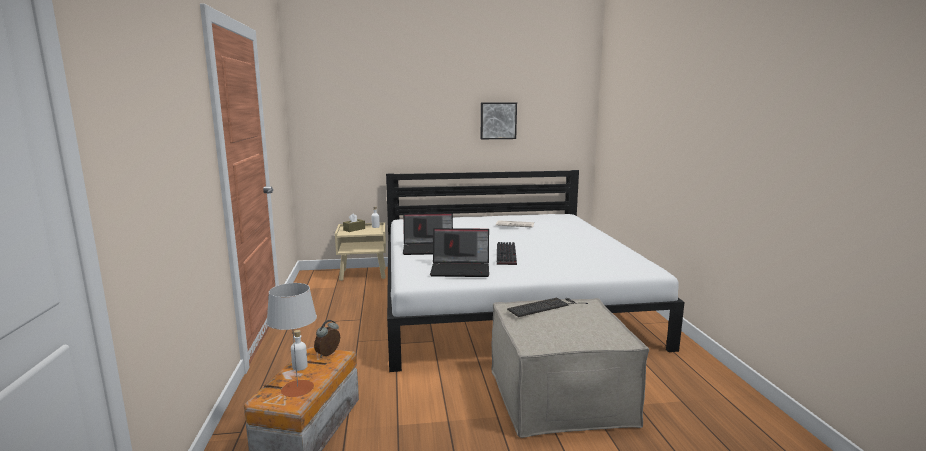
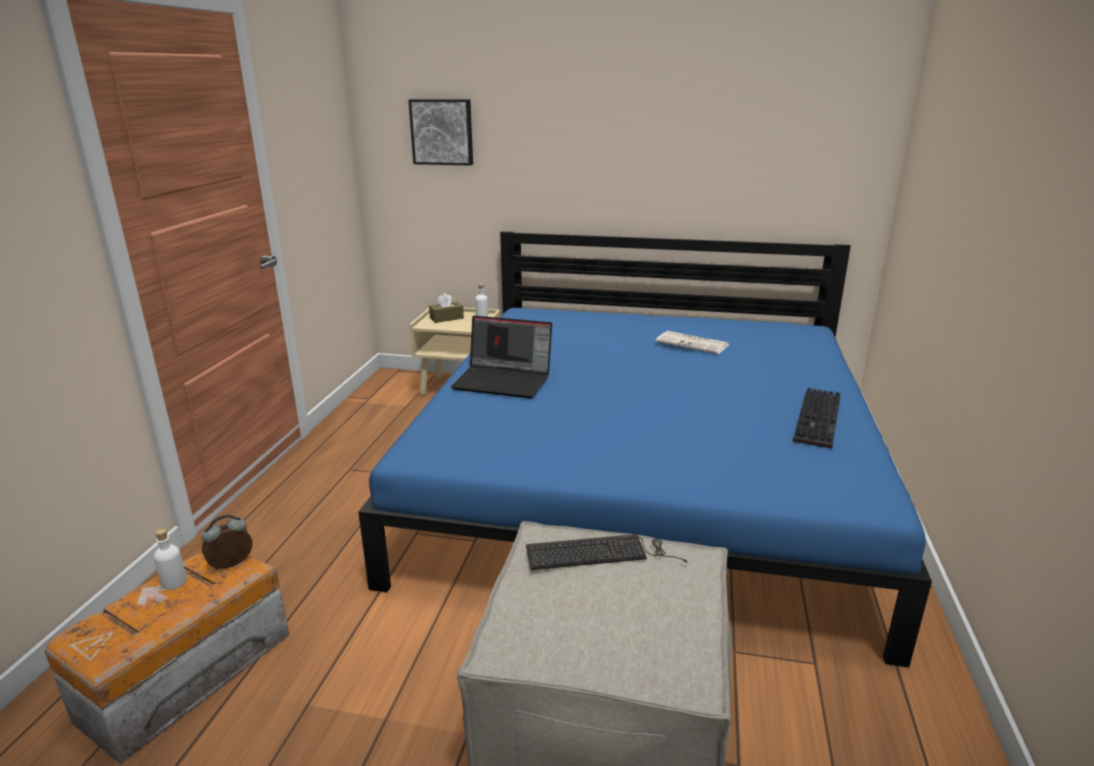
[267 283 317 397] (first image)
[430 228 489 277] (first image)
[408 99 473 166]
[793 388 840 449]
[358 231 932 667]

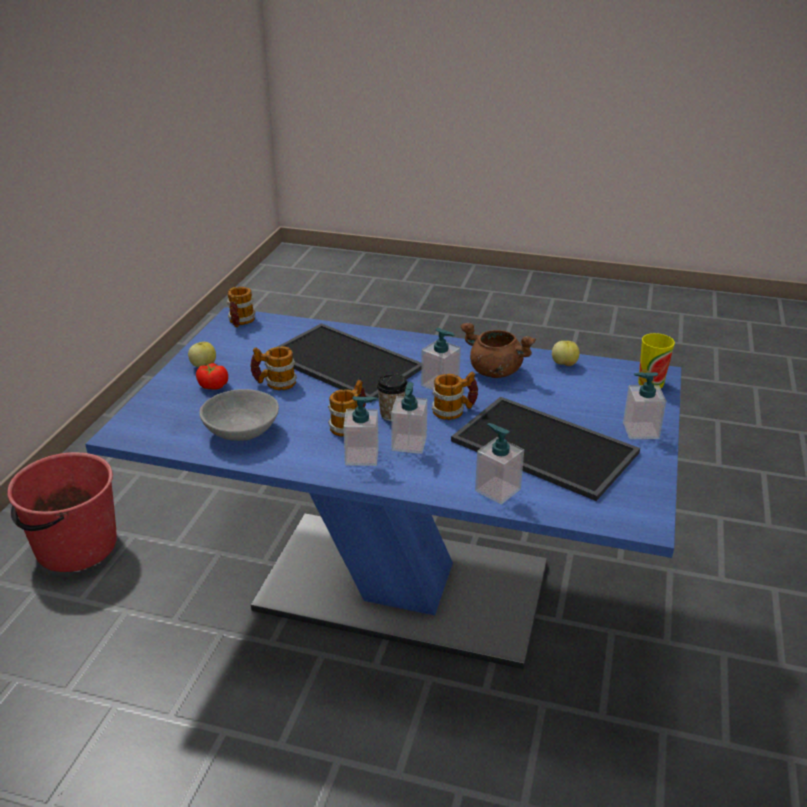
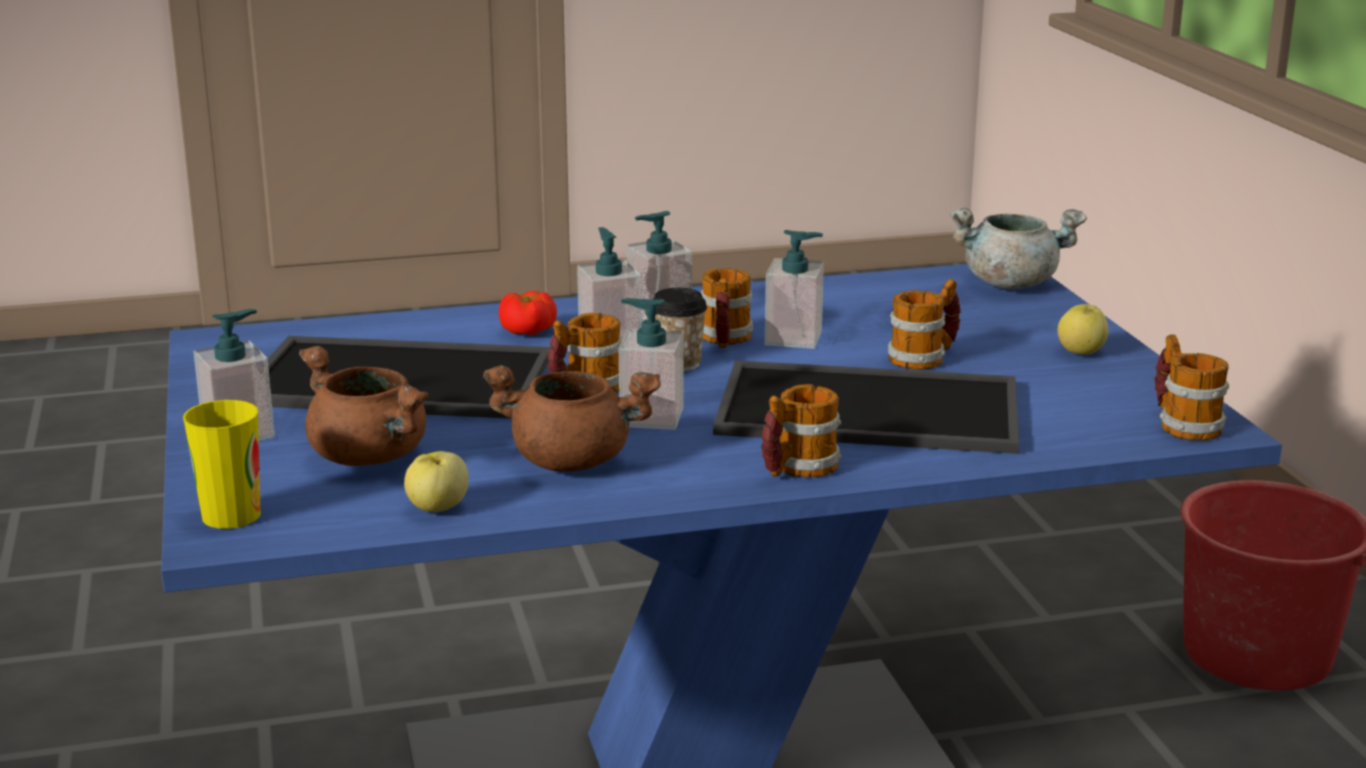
[199 389 279 441] (first image)
[299 346 429 466]
[761 384 841 477]
[950 208 1087 289]
[499 291 557 335]
[765 230 824 349]

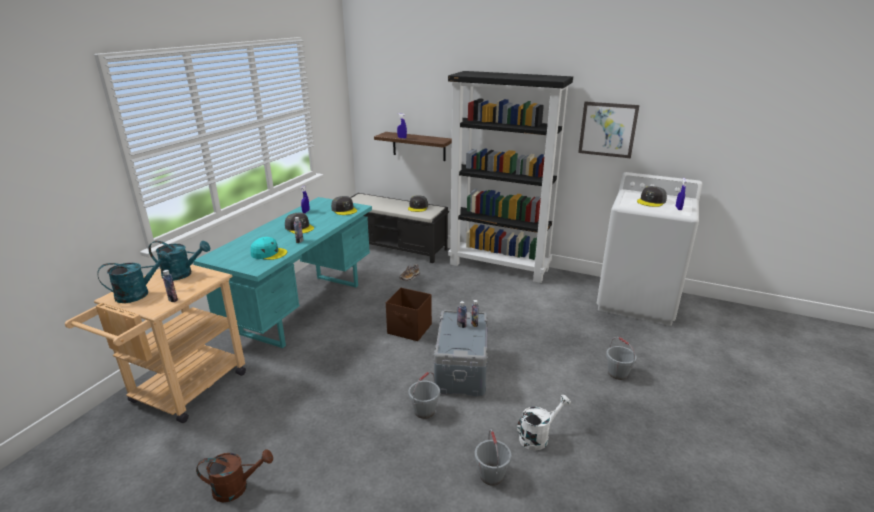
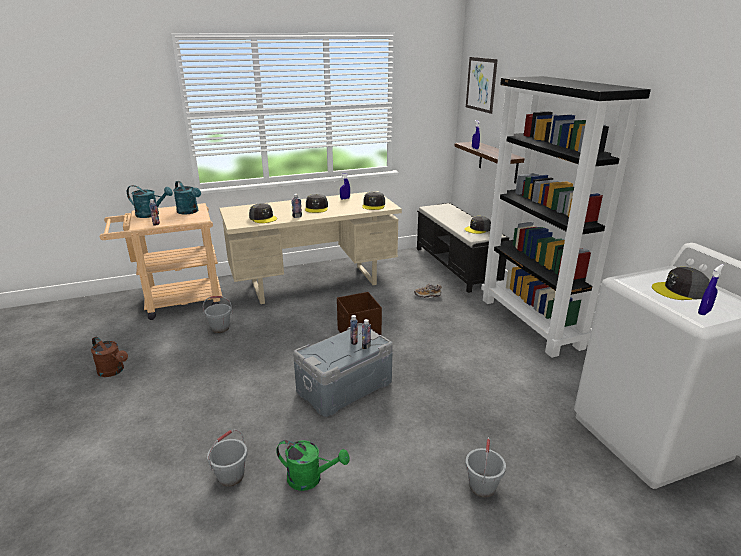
[203 296 233 333]
[466 57 498 114]
[220 191 402 304]
[249 203 277 223]
[276 440 349 491]

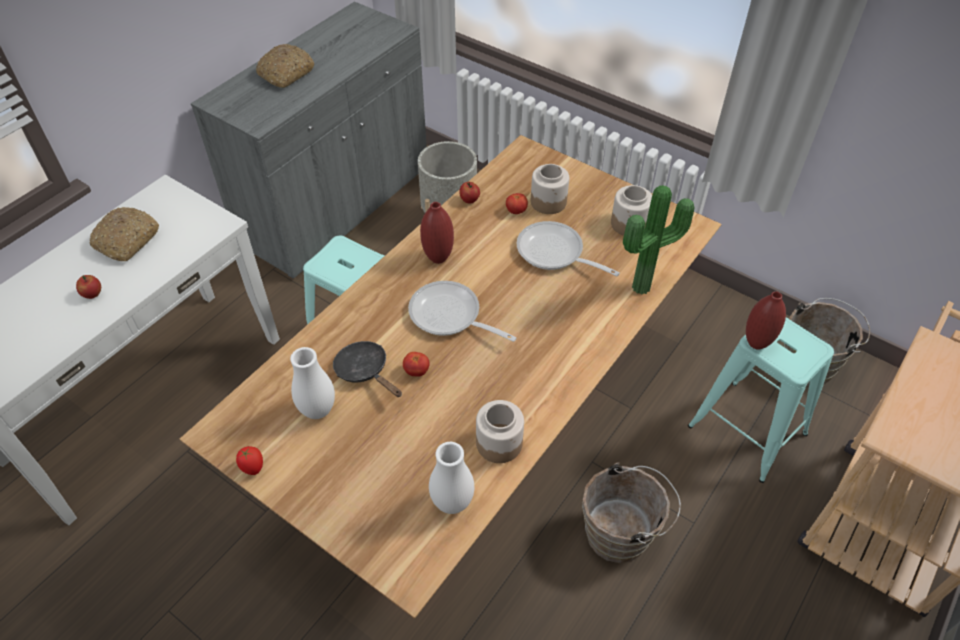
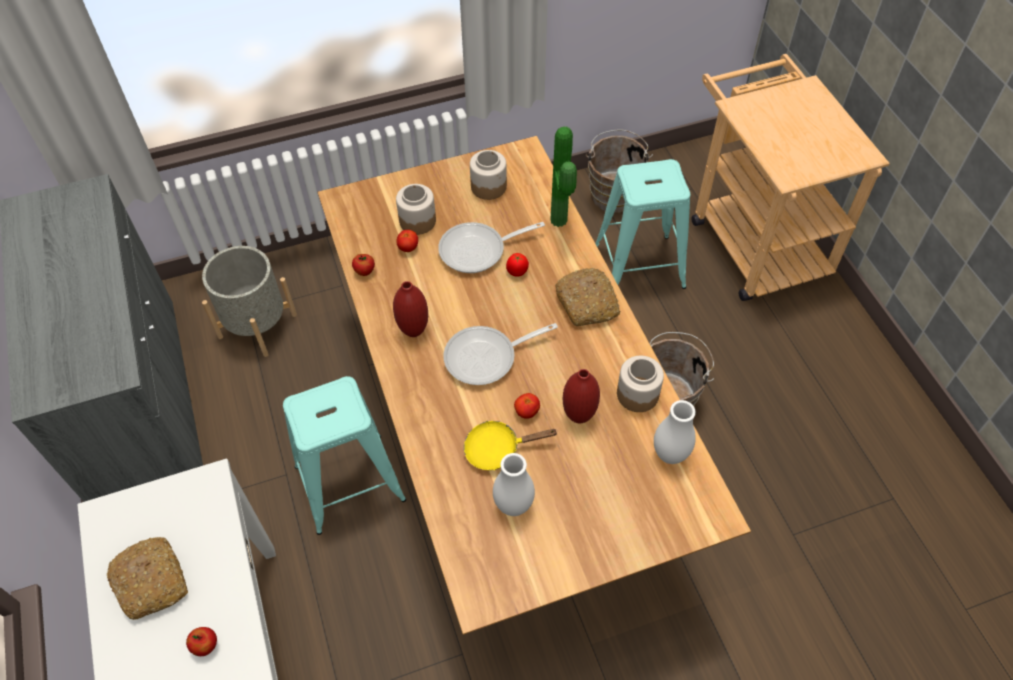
[506 253 529 277]
[555 268 620 326]
[563 369 600 423]
[464 421 558 470]

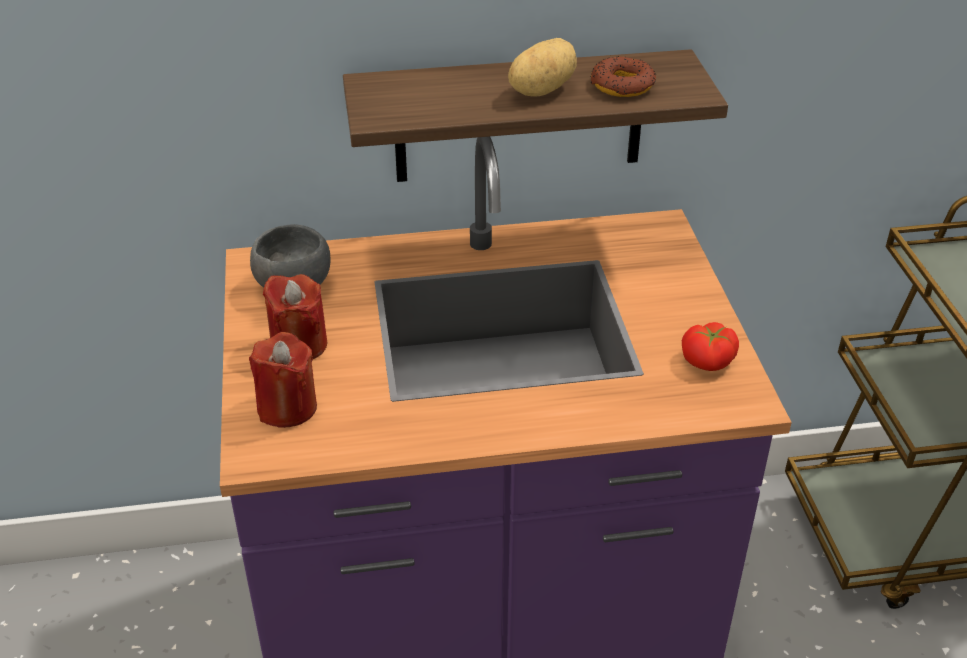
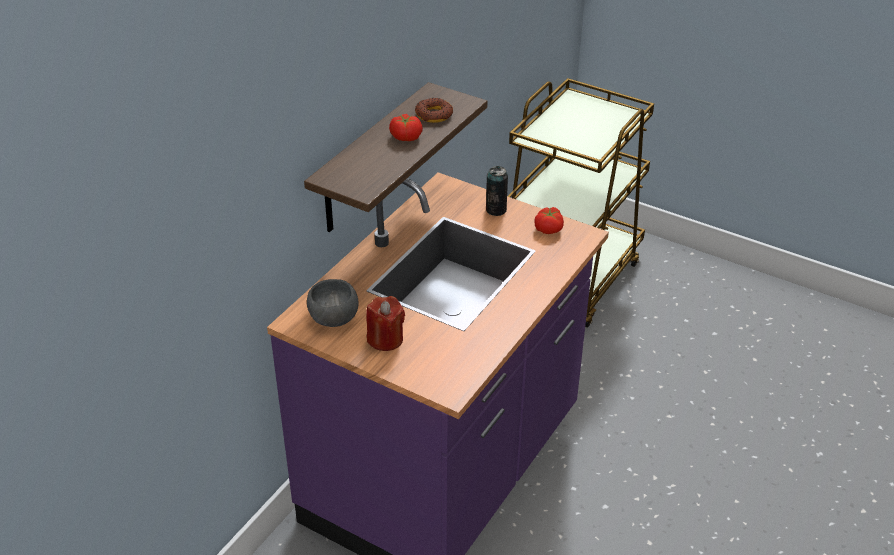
[249 332 317 428] (first image)
[486 166 508 216]
[389 114 423 141]

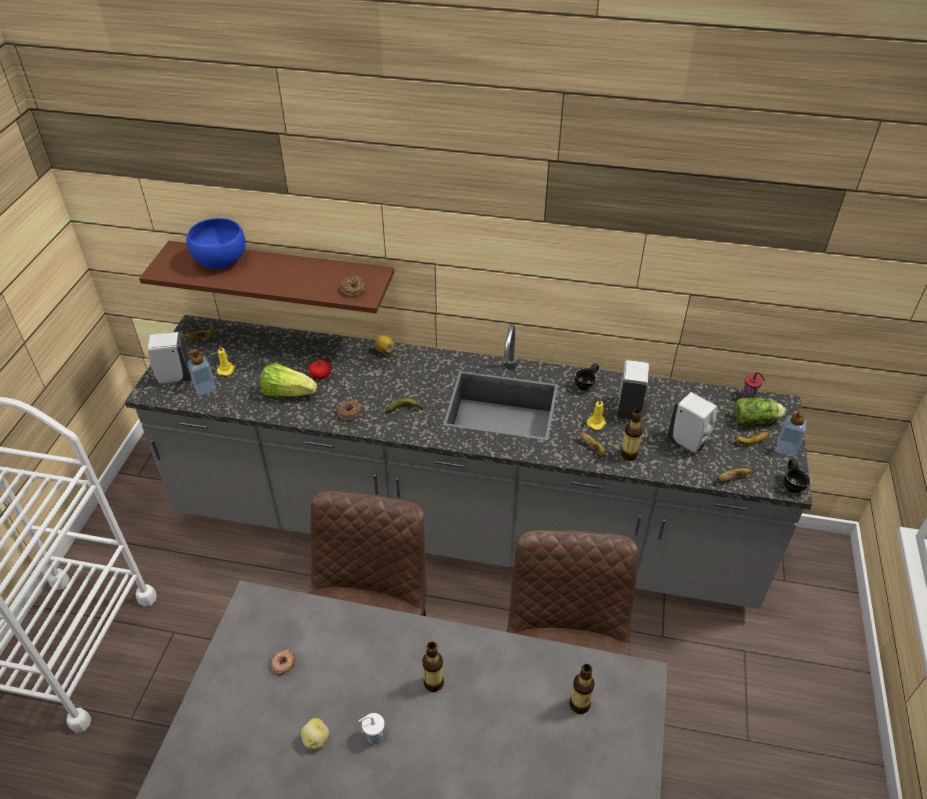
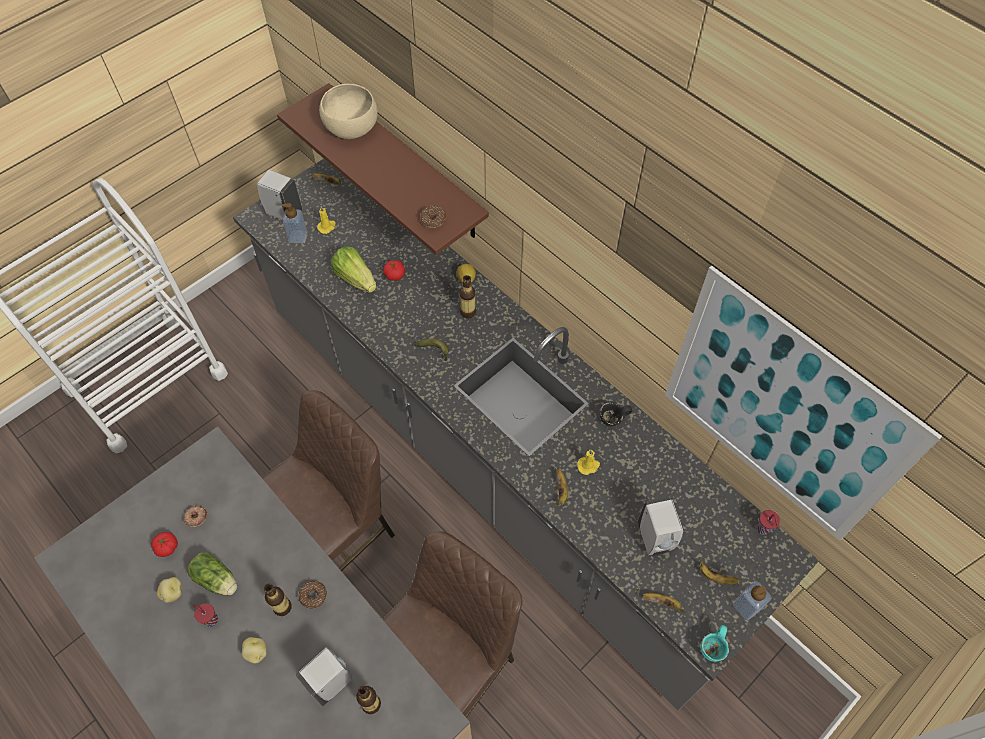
[151 532 178 557]
[242 637 267 664]
[665 265 942 541]
[299 581 327 609]
[296 647 352 707]
[459 275 476 319]
[187 552 237 596]
[319 84 378 139]
[193 603 218 627]
[700 625 729 662]

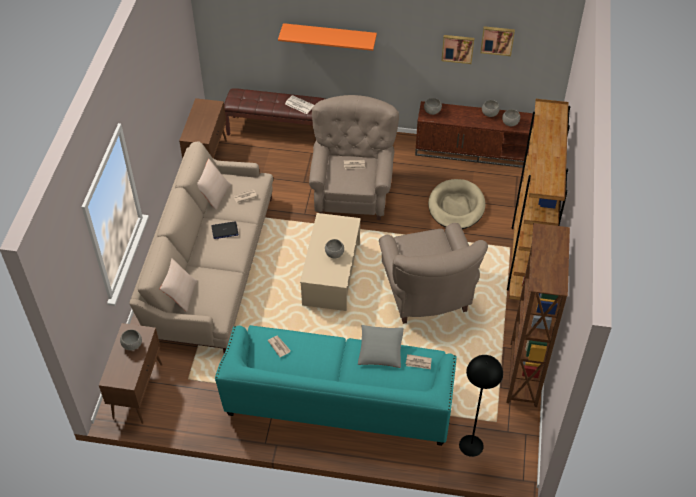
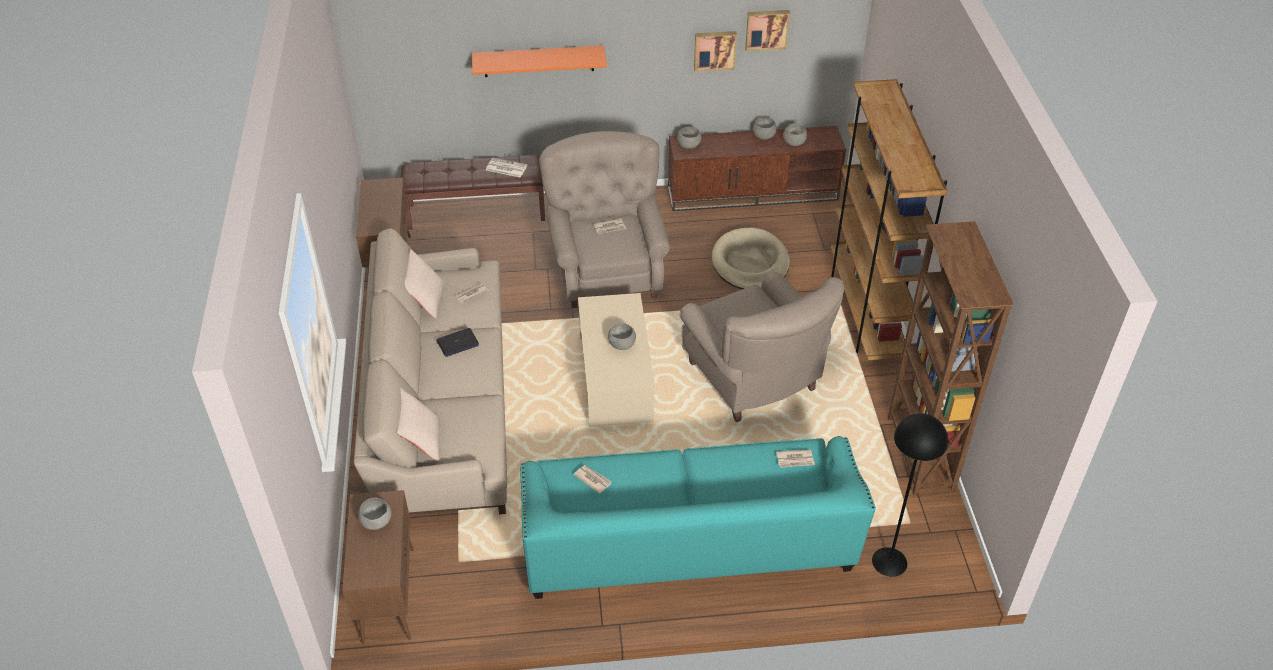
[358 325 404 368] (first image)

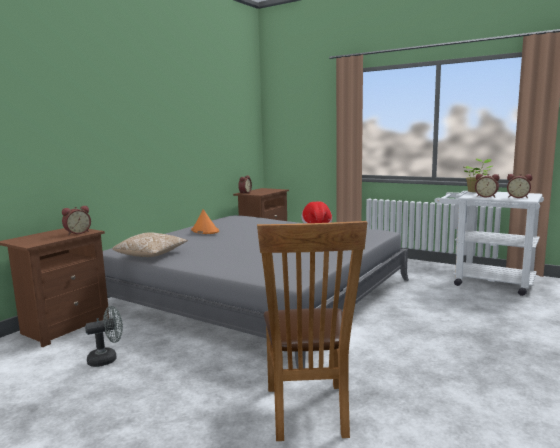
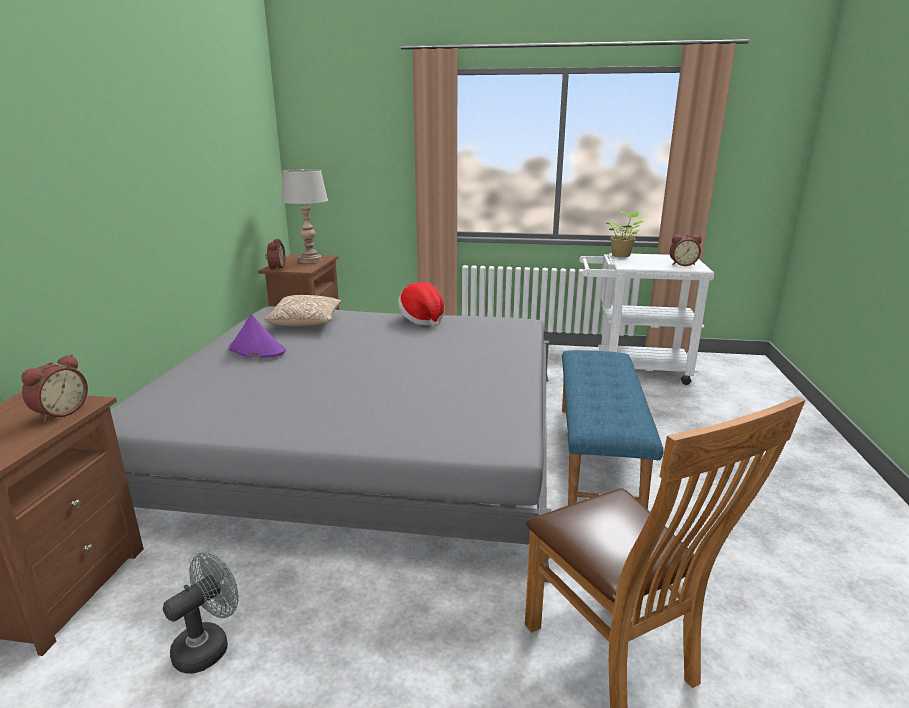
[475 174 499 198] (first image)
[281 169 328 263]
[562 350 664 510]
[264 295 342 326]
[229 314 286 358]

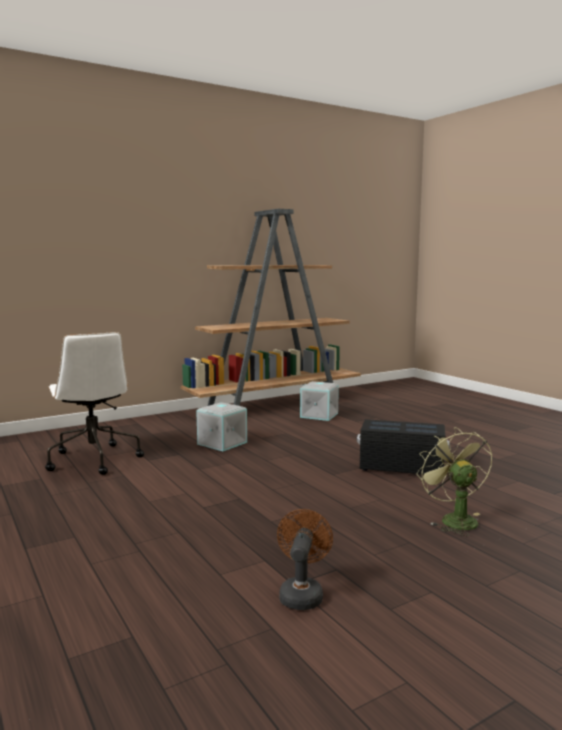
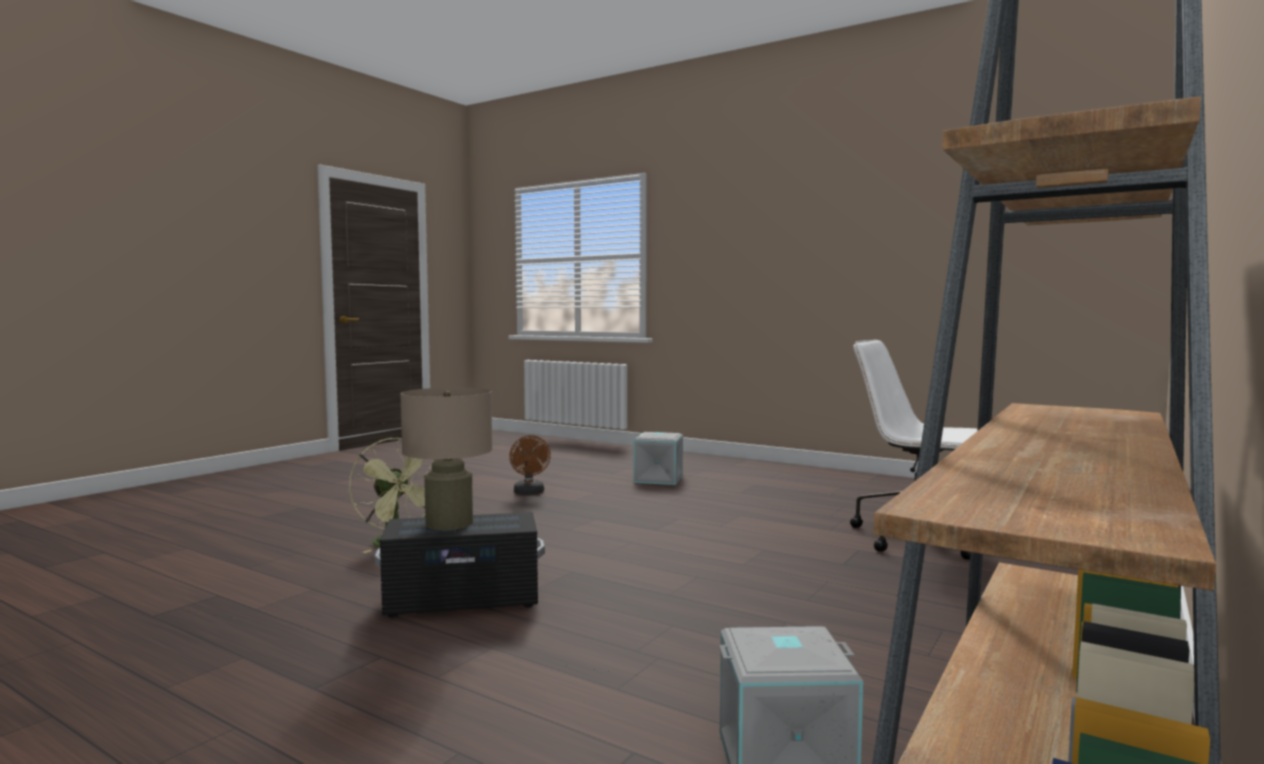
[400 388 492 530]
[633 432 683 485]

